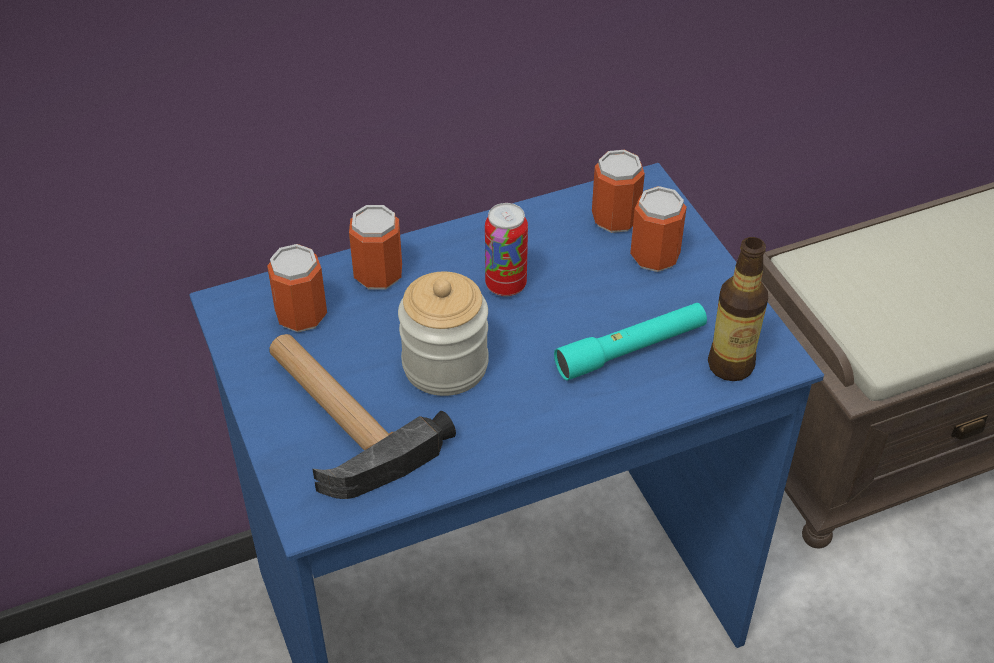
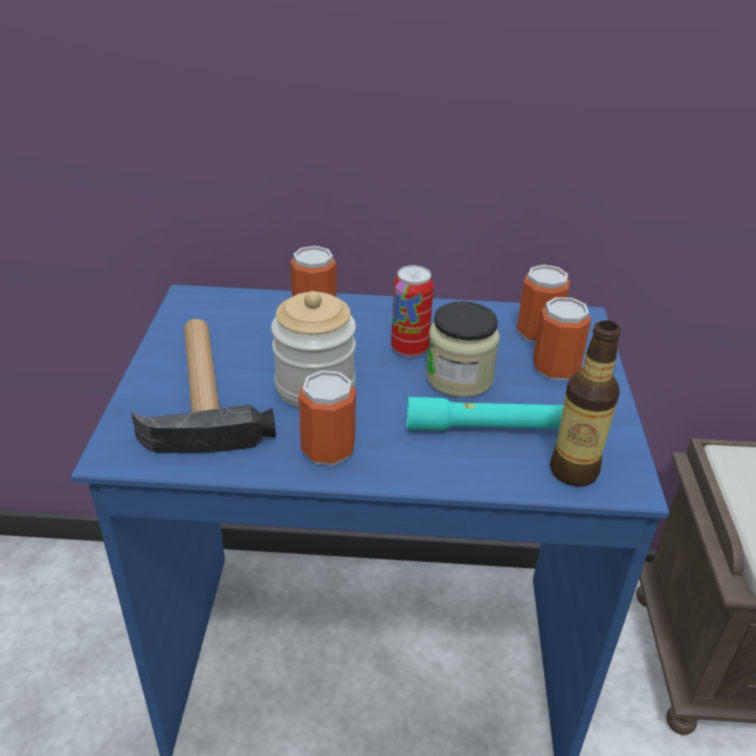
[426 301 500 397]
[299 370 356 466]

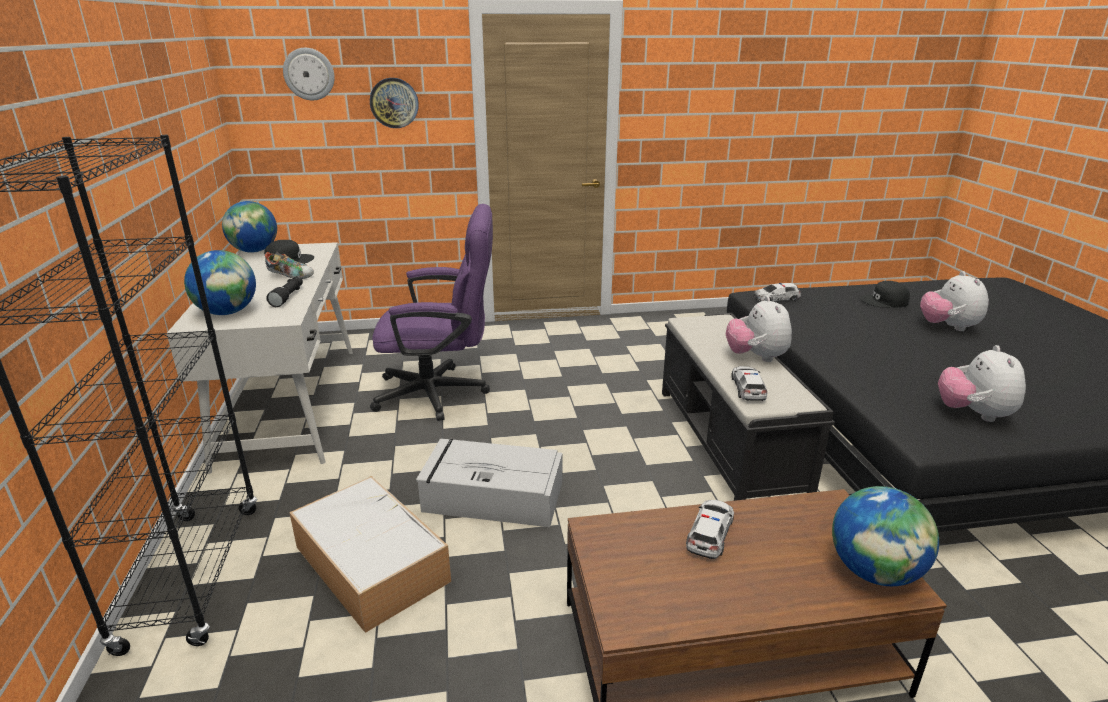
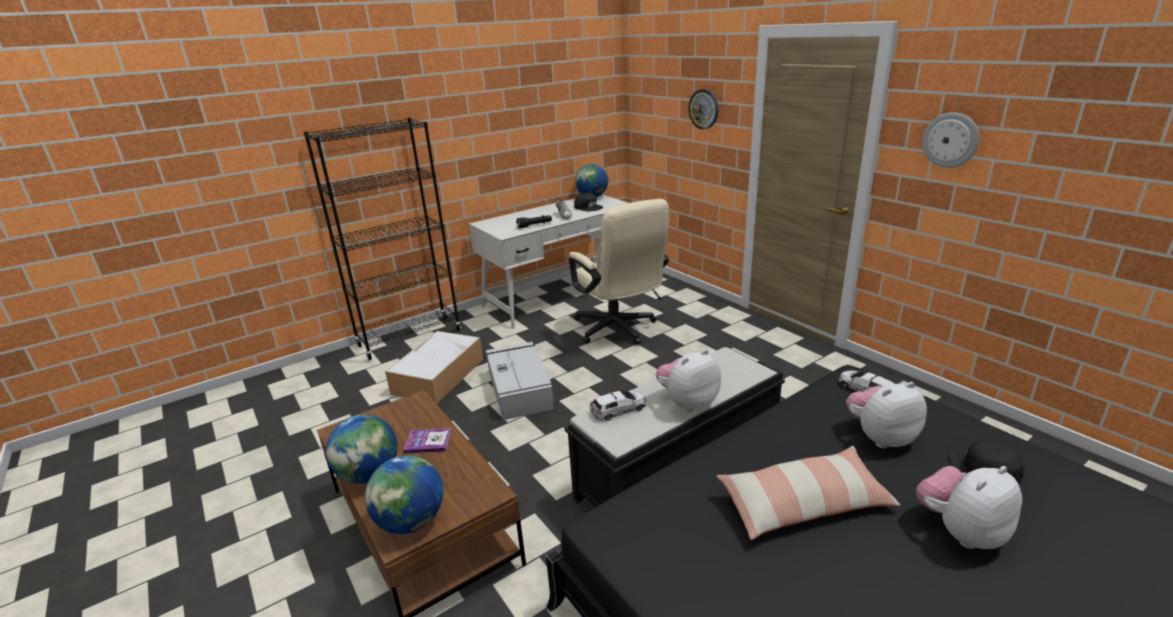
[717 446 900 540]
[326 414 398 484]
[922 112 979 168]
[846 382 927 448]
[403 428 451 454]
[569 199 669 345]

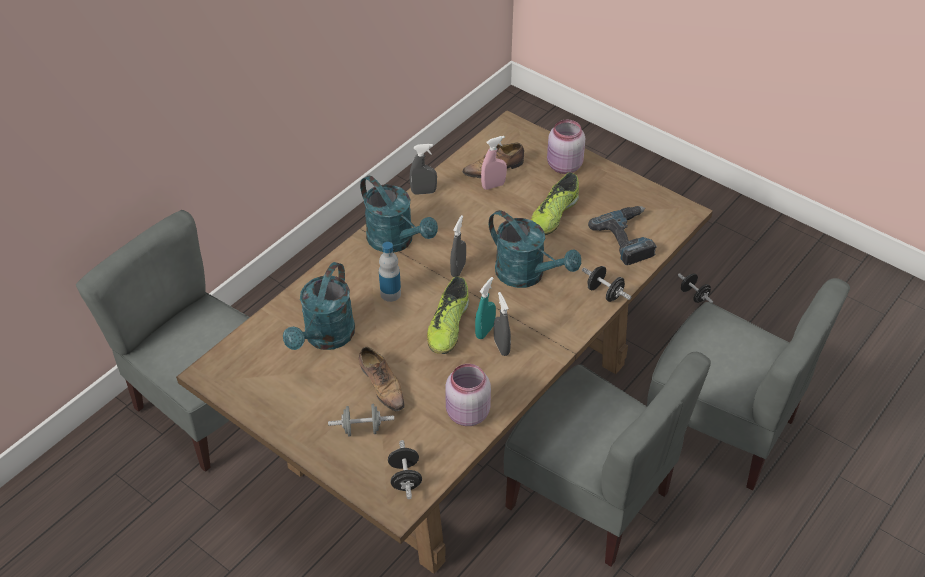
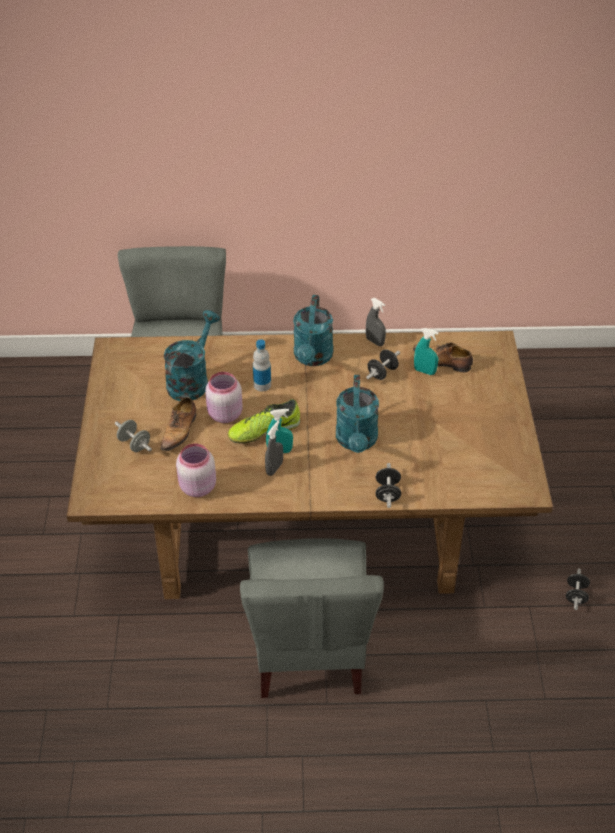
[450 215 466 277] (first image)
[531 172 579 235] (first image)
[588 206 657 265] (first image)
[647 278 850 490] (first image)
[366 349 400 380]
[205 372 243 423]
[414 328 439 375]
[164 310 220 401]

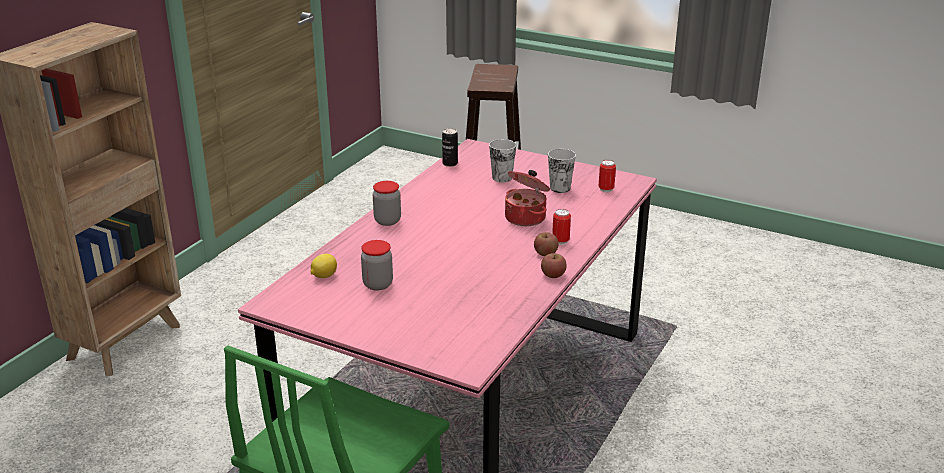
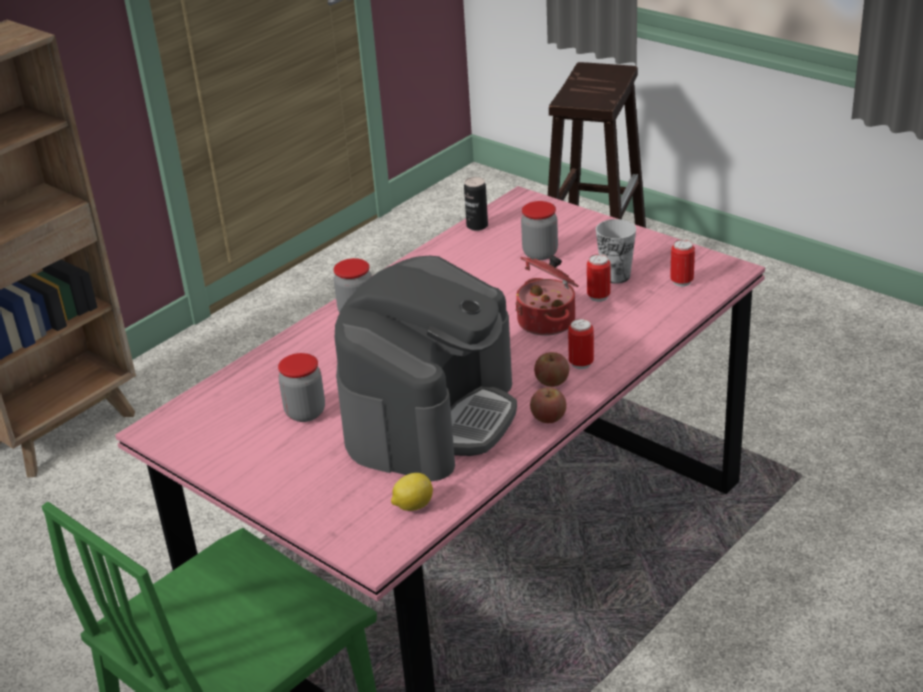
[335 256 517 481]
[587 254 611 302]
[391 473 433 511]
[521 201 558 260]

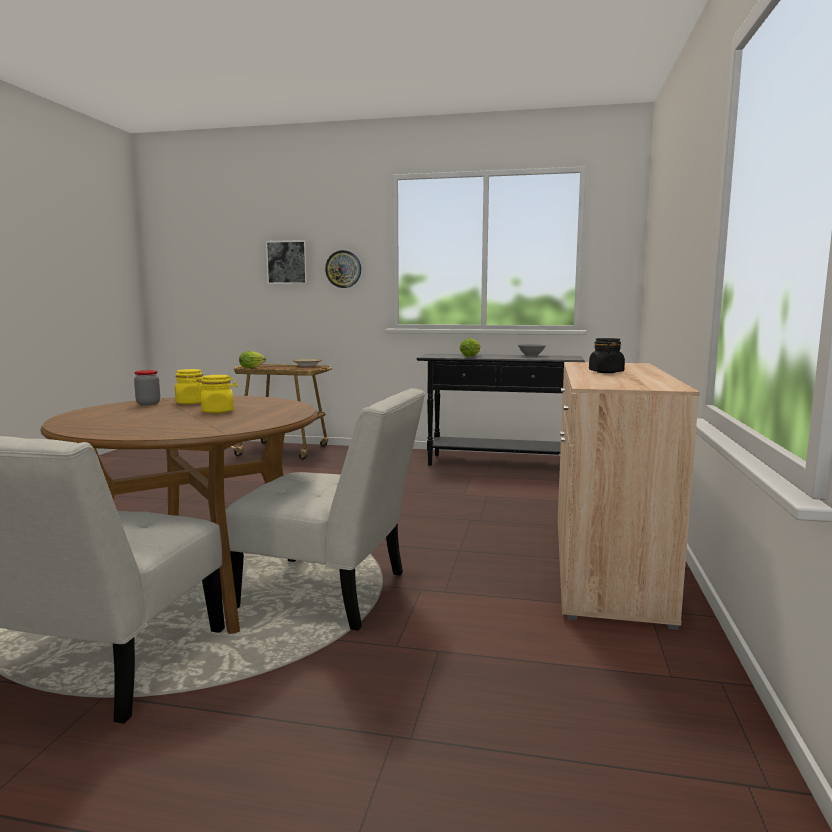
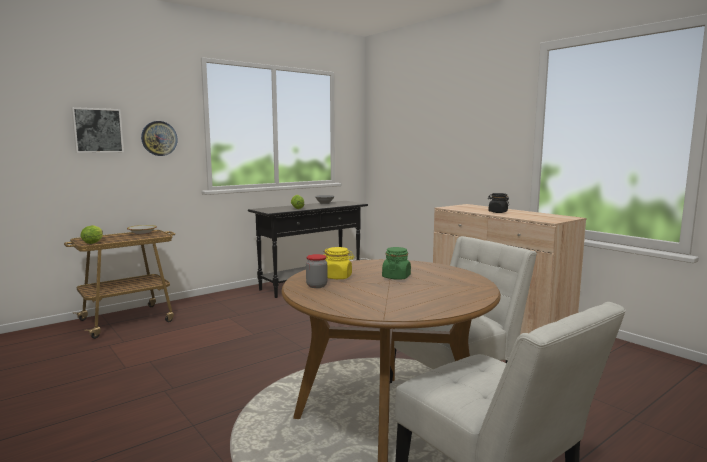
[382 247 411 279]

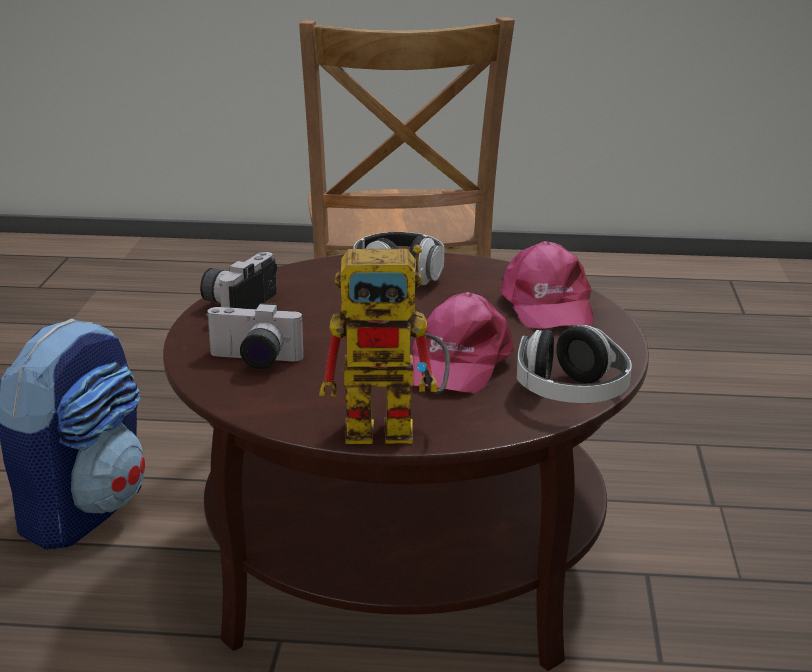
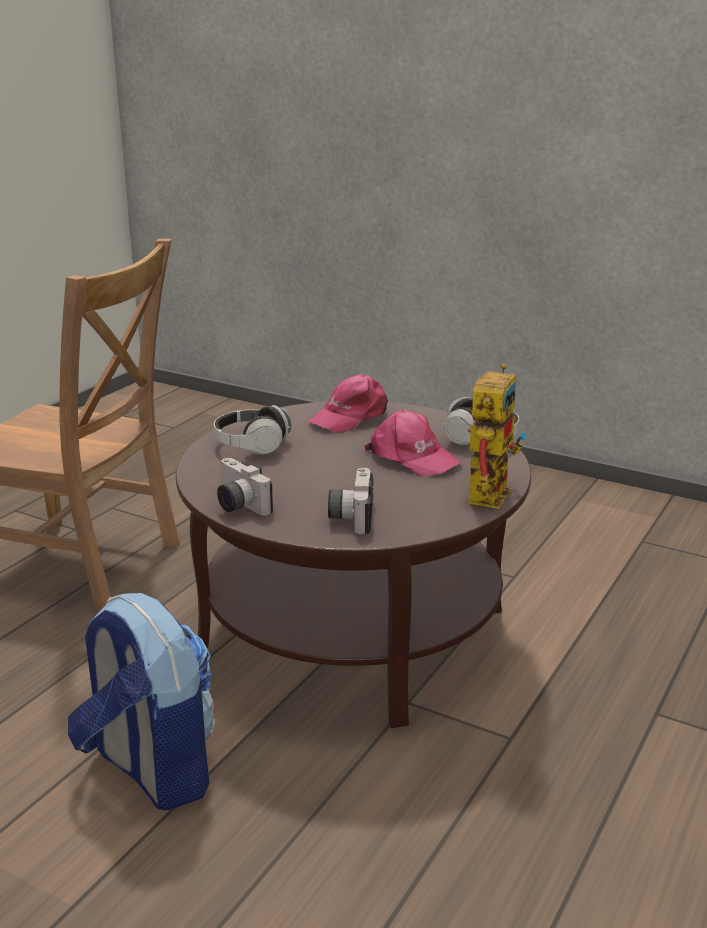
[328 468 373 534]
[308 374 388 433]

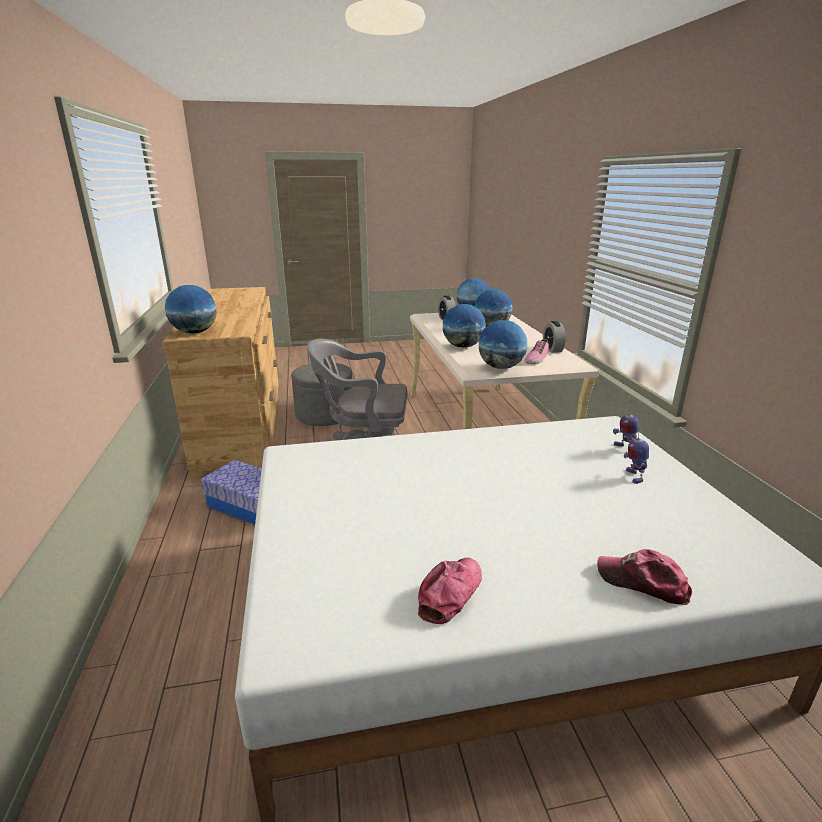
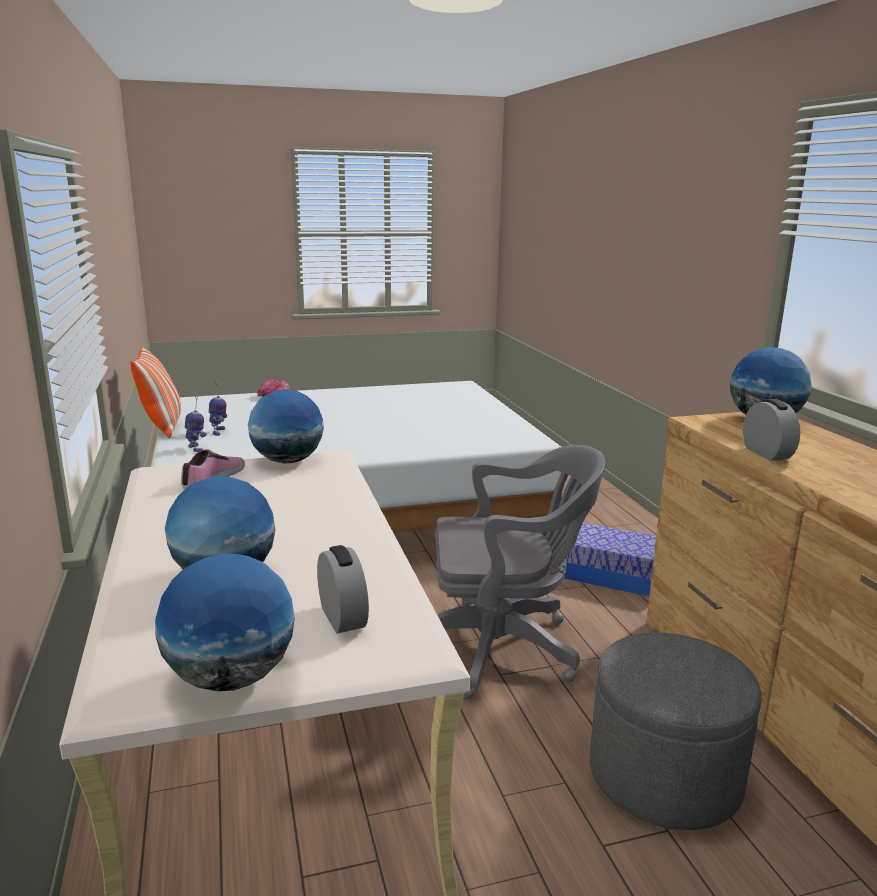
[418 558 482 624] (first image)
[443 304 486 348] (first image)
[131 346 181 438]
[743 399 800 461]

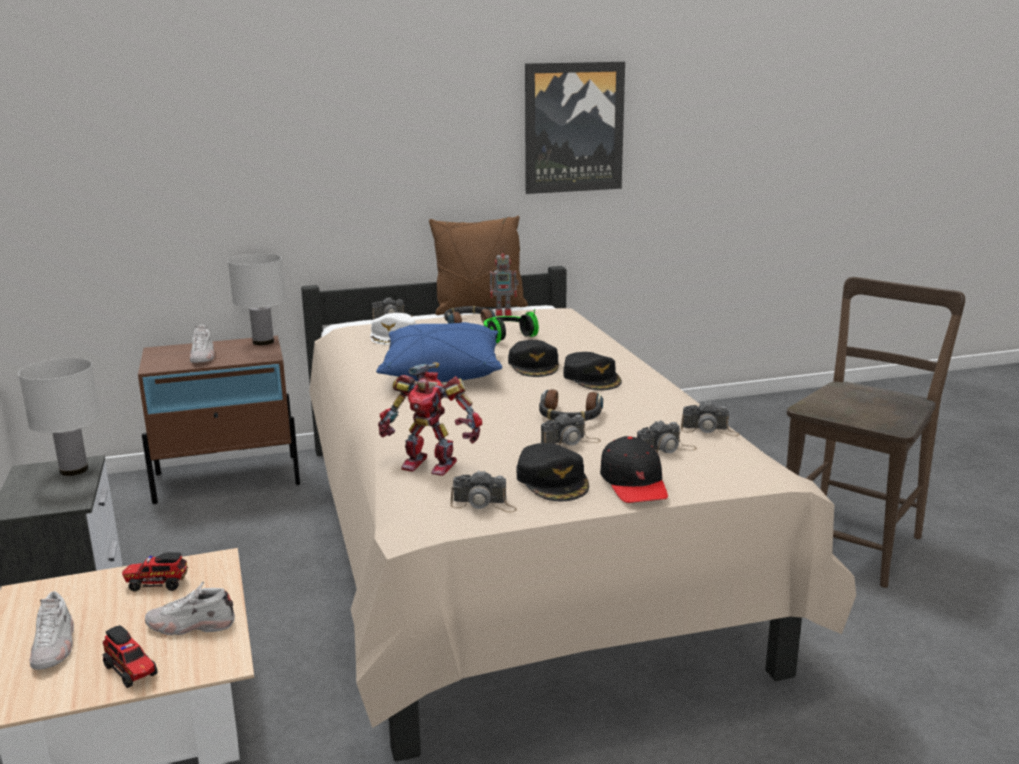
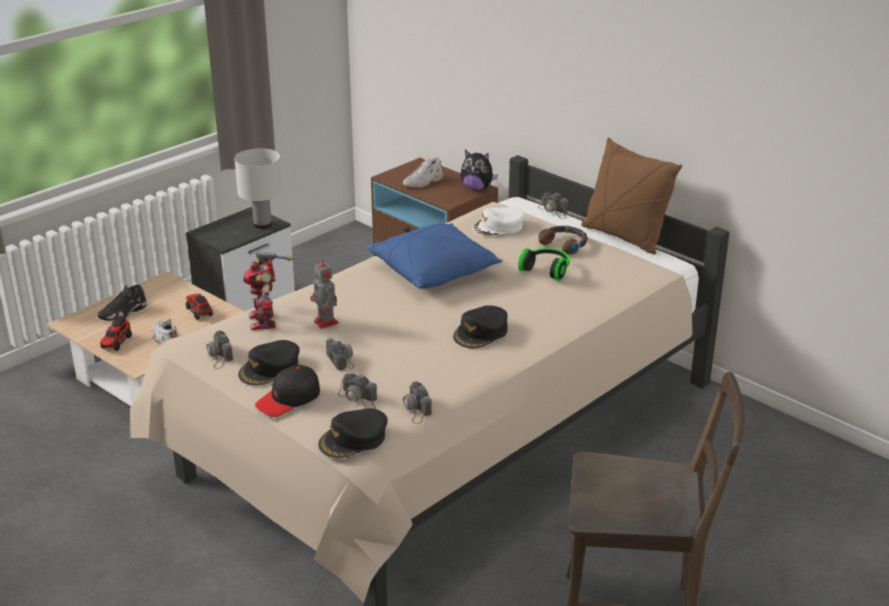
[525 62 625 194] (first image)
[539 389 603 422] (first image)
[310 259 339 329]
[318 408 388 458]
[460 150 498 191]
[98 284 147 321]
[326 338 354 371]

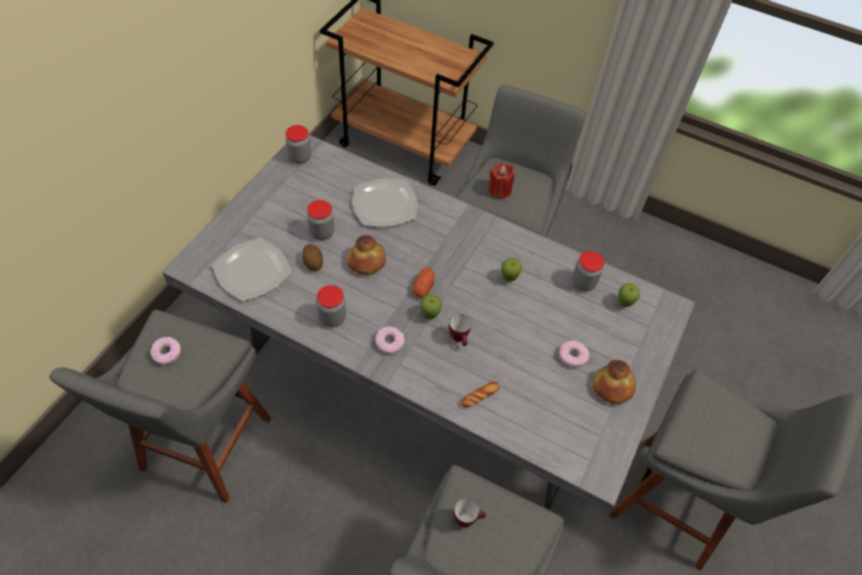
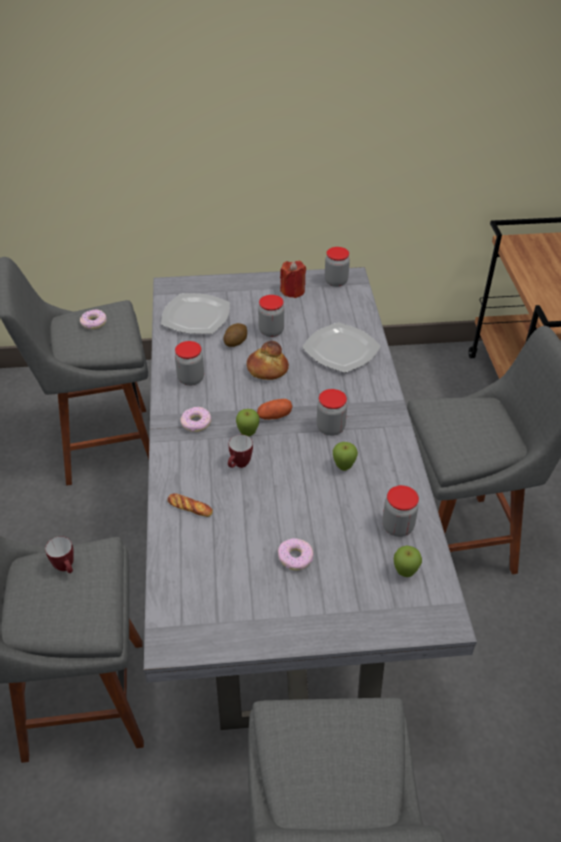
[593 360 636 405] (first image)
[317 389 347 436]
[280 261 306 298]

